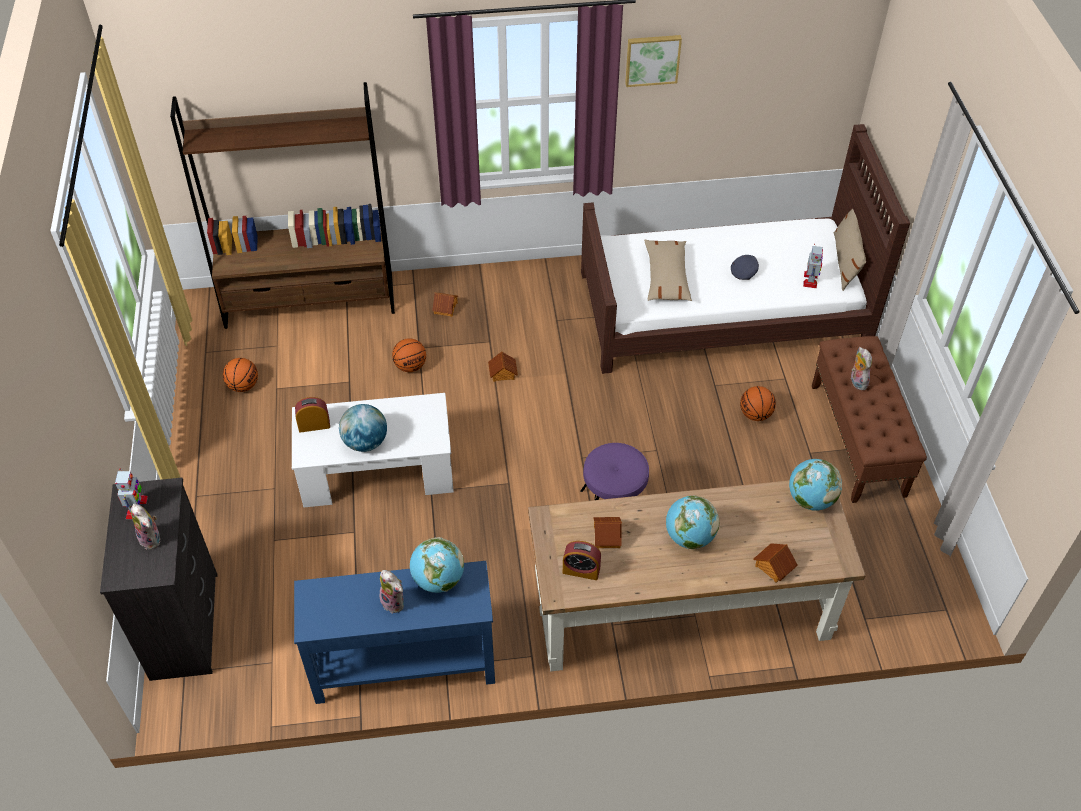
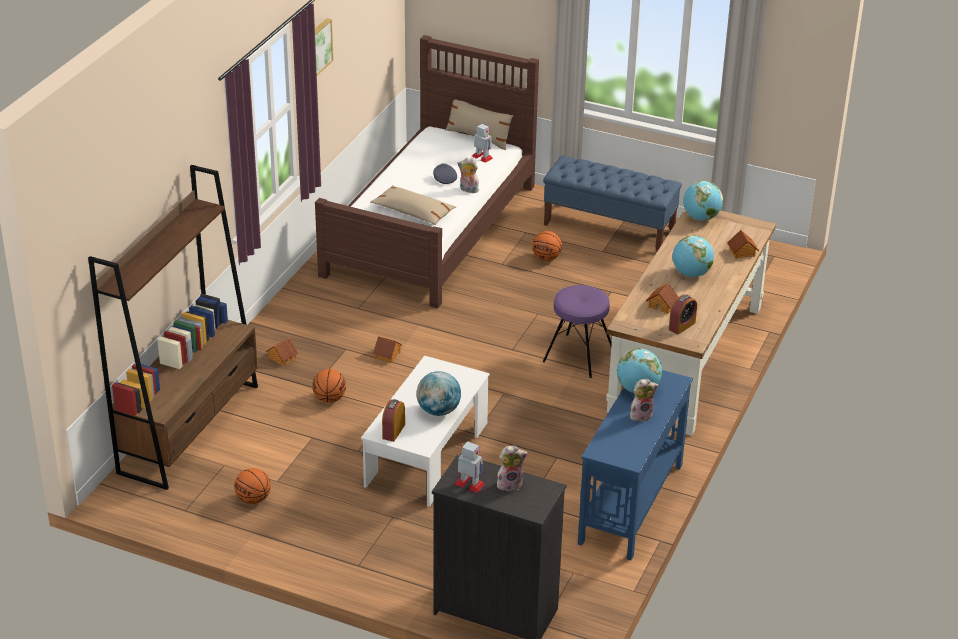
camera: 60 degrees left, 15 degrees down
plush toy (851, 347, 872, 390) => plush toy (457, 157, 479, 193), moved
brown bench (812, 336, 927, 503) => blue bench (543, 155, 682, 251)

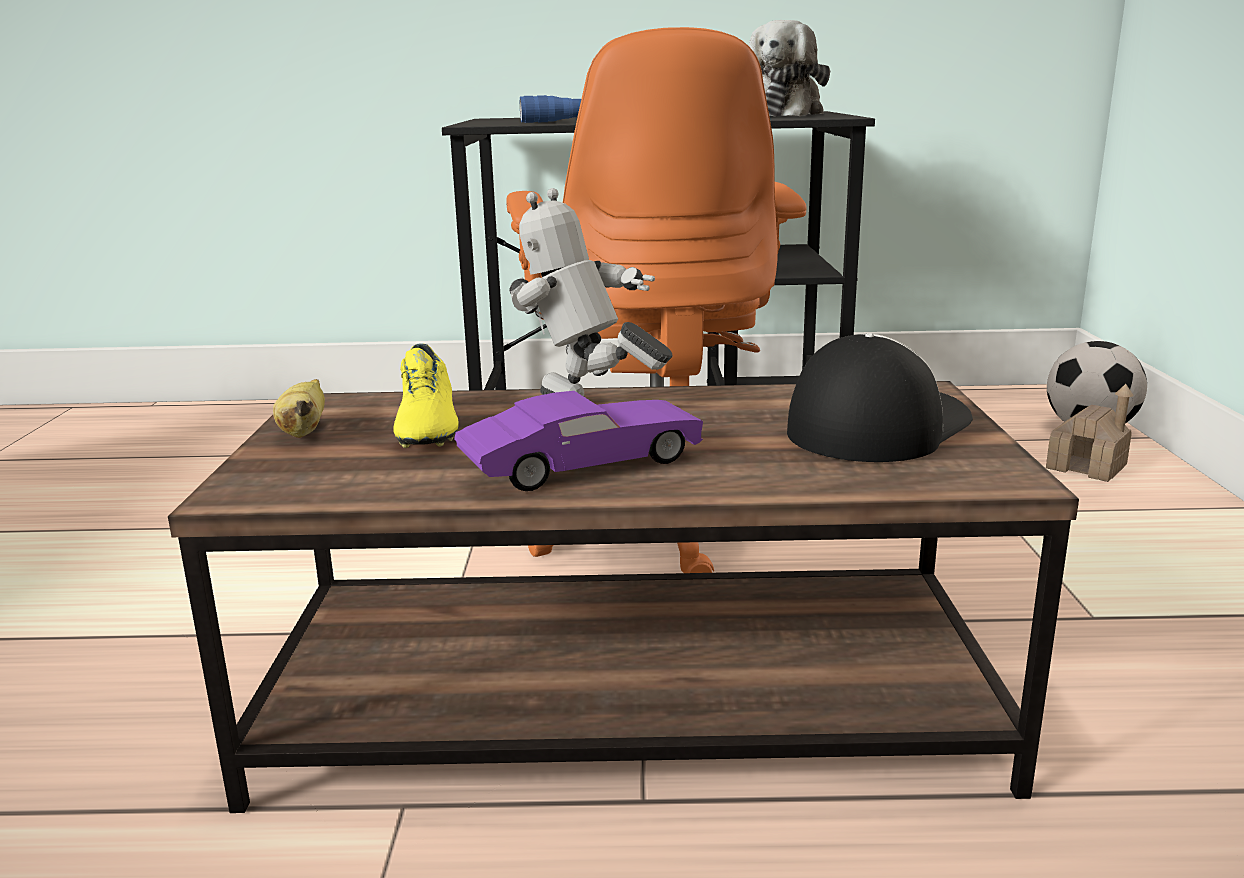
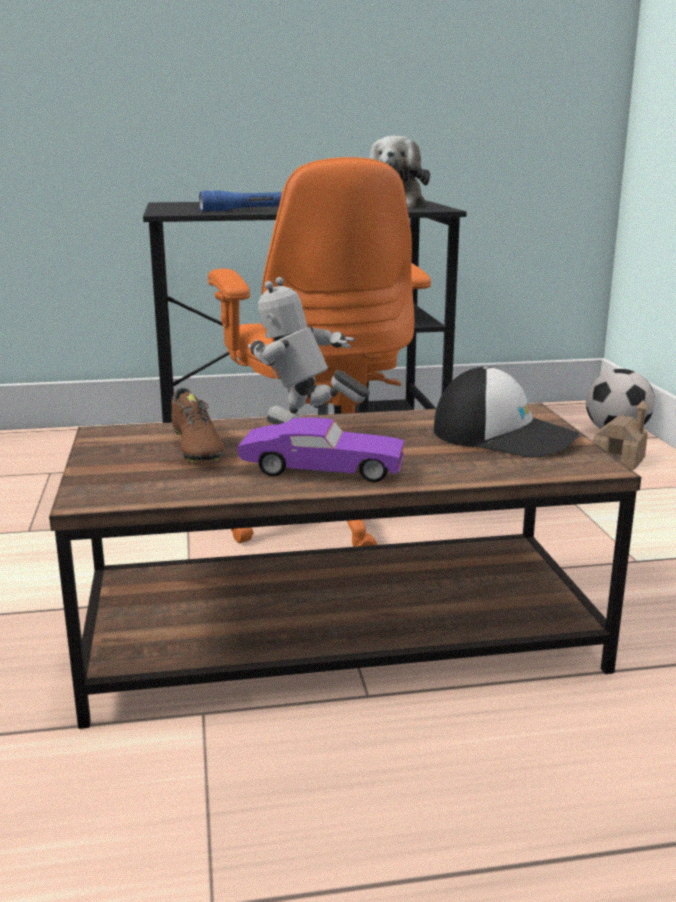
camera: 10 degrees left, 0 degrees up
yellow shoe (393, 343, 459, 448) => brown shoe (171, 388, 225, 463)
purple toy car (454, 391, 703, 491) => purple toy car (237, 418, 404, 482), 45 degrees clockwise
cap (787, 333, 973, 462) => cap (434, 366, 579, 458), 90 degrees clockwise
banana (273, 379, 325, 438) => nothing

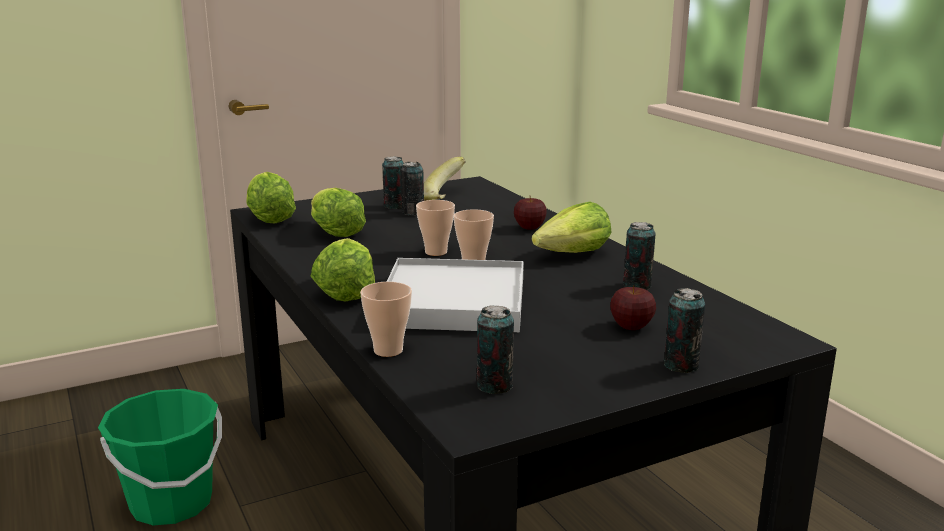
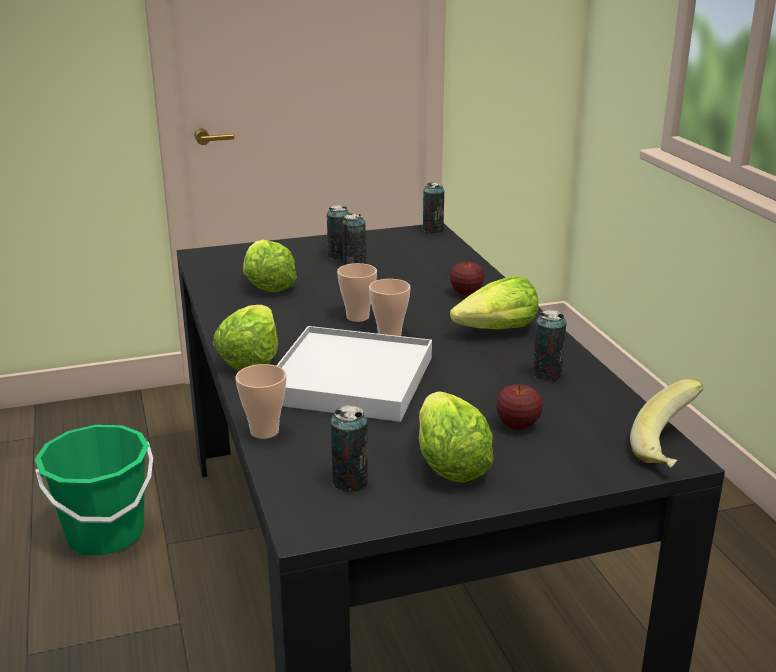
camera: 10 degrees right, 5 degrees up
lettuce (246, 172, 296, 223) => lettuce (419, 392, 494, 482), moved
can (664, 288, 705, 373) => can (423, 182, 444, 234), moved
banana (424, 157, 466, 201) => banana (630, 379, 704, 468), moved

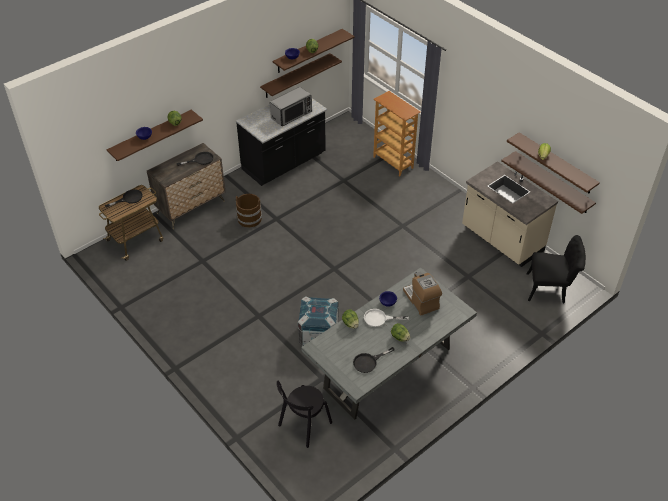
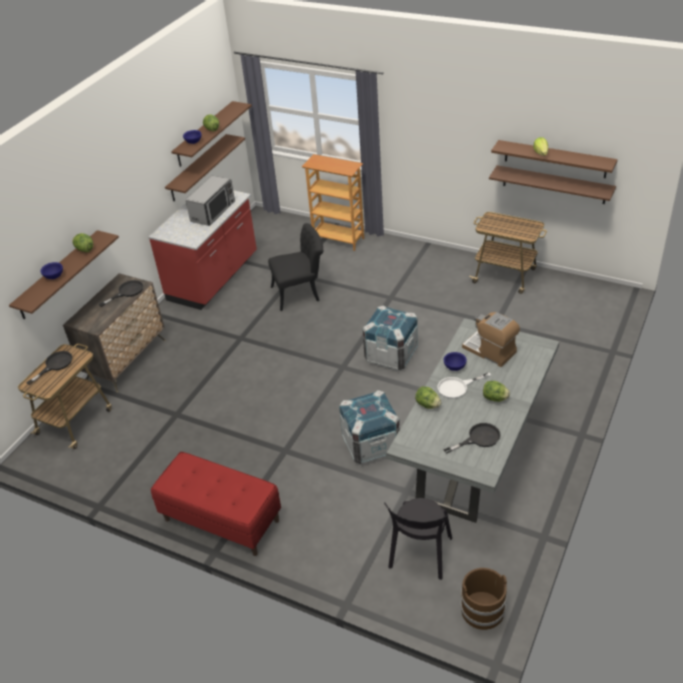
camera: 20 degrees left, 5 degrees down
black counter (236, 98, 327, 186) => red counter (149, 190, 257, 310)
nothing => red bench (151, 452, 281, 556)
black chair (526, 235, 586, 303) => black chair (268, 223, 323, 311), moved
nothing => crate (363, 305, 418, 371)
black frying pan (353, 347, 395, 373) => black frying pan (443, 423, 501, 454), 150 degrees counterclockwise
brown bucket (236, 194, 262, 228) => brown bucket (461, 568, 507, 630), moved
beige counter (462, 161, 558, 267) => cart (469, 212, 547, 294)

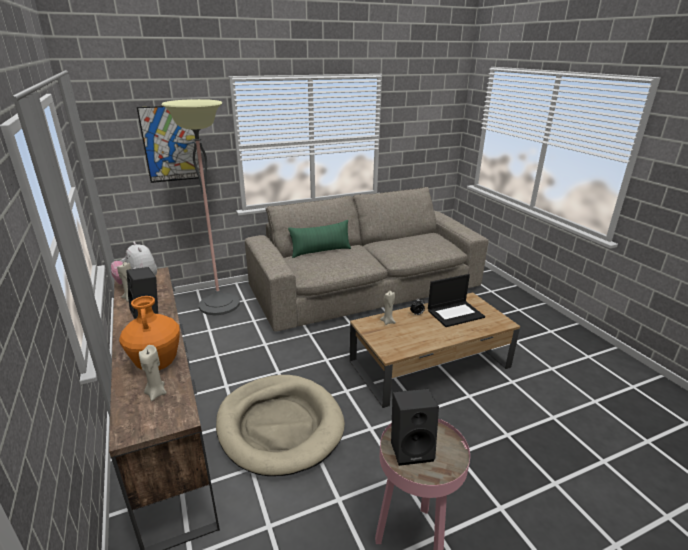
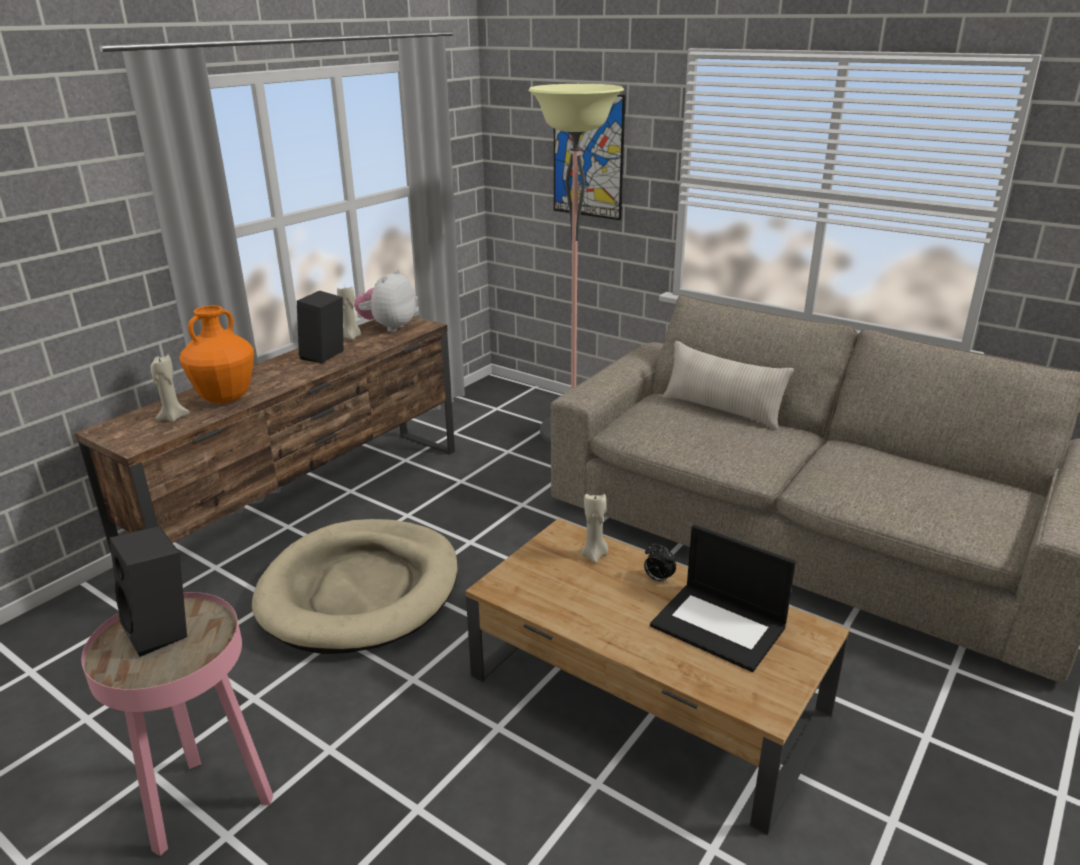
camera: 60 degrees right, 0 degrees up
green pillow (288, 220, 351, 258) => beige pillow (662, 341, 794, 430)

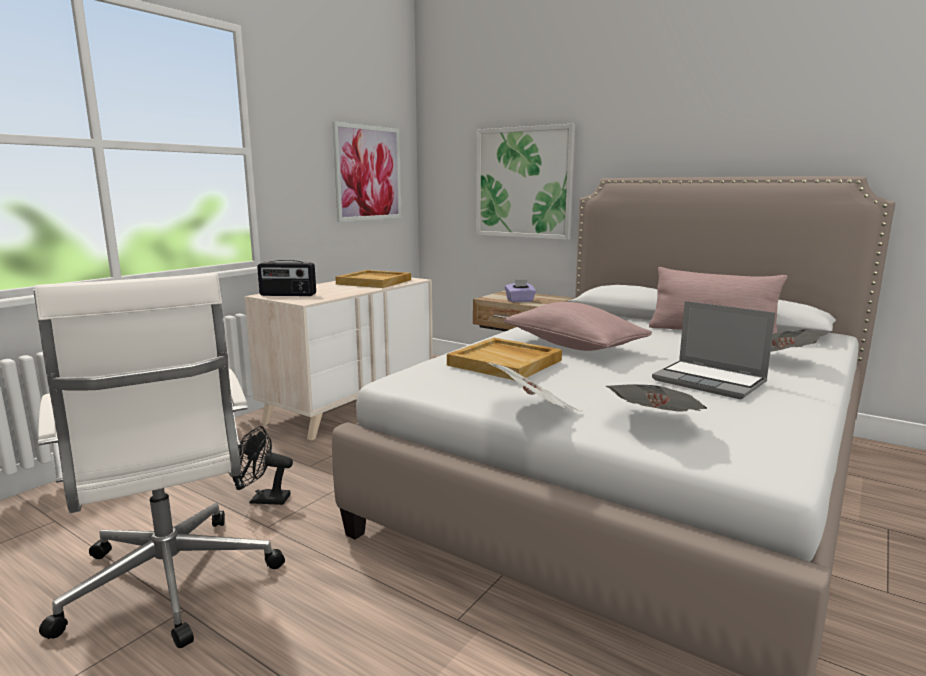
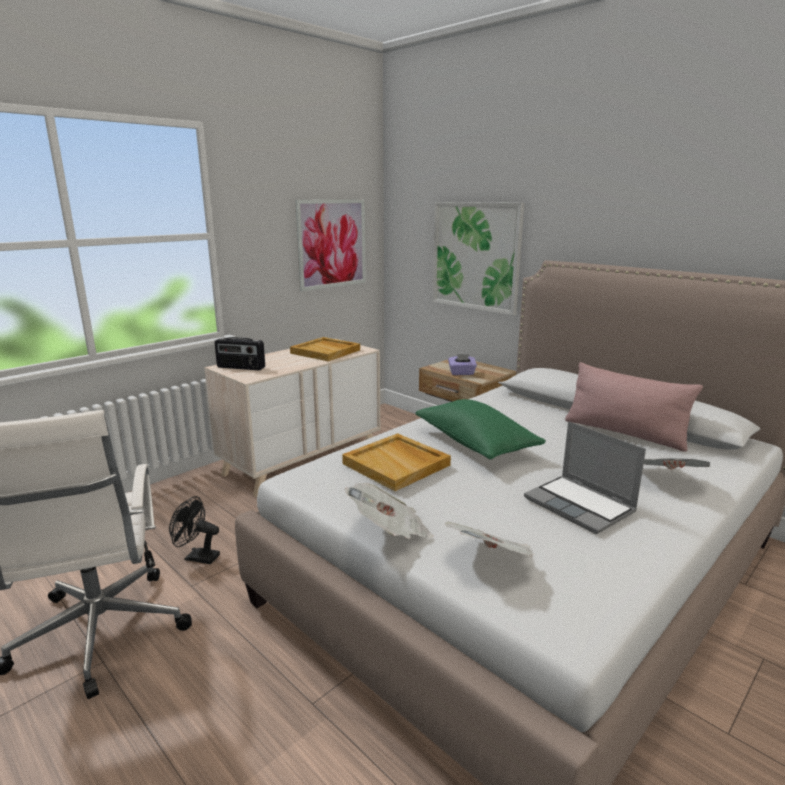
camera: 10 degrees right, 5 degrees up
pink pillow (504, 302, 652, 351) => green pillow (415, 399, 546, 460)

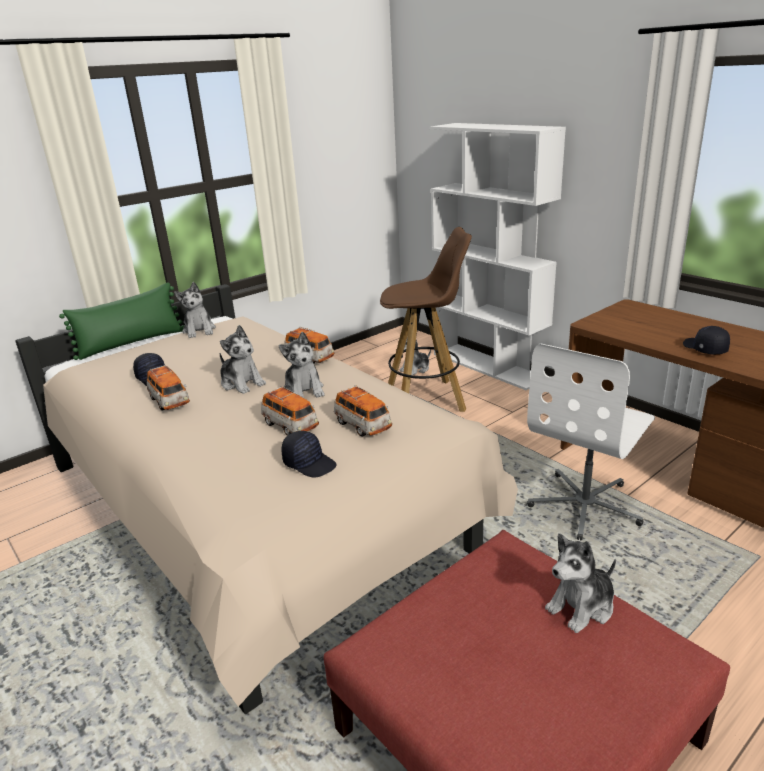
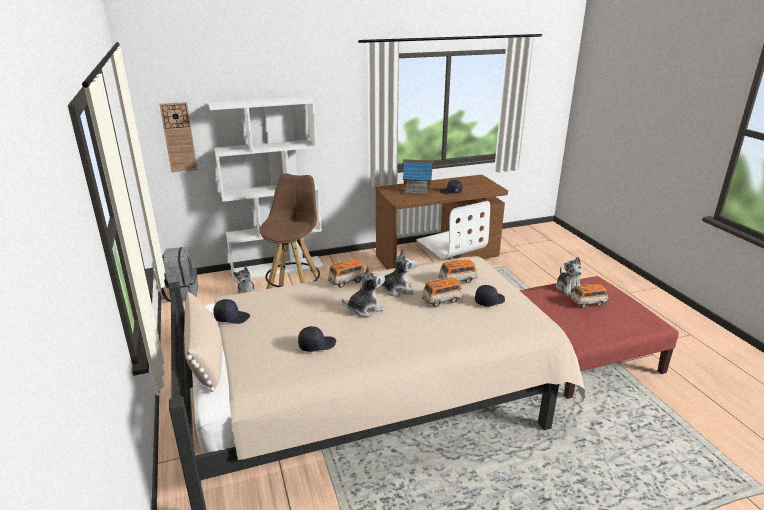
camera: 70 degrees left, 0 degrees up
nothing => grey backpack (156, 247, 198, 302)
nothing => wall clock (159, 102, 198, 172)
green pillow (59, 282, 185, 360) => beige pillow (184, 292, 222, 392)
plush toy (174, 282, 216, 338) => black cap (213, 299, 250, 324)
nothing => toy house (400, 159, 433, 195)
toy car (147, 365, 190, 411) => toy car (570, 284, 608, 308), moved

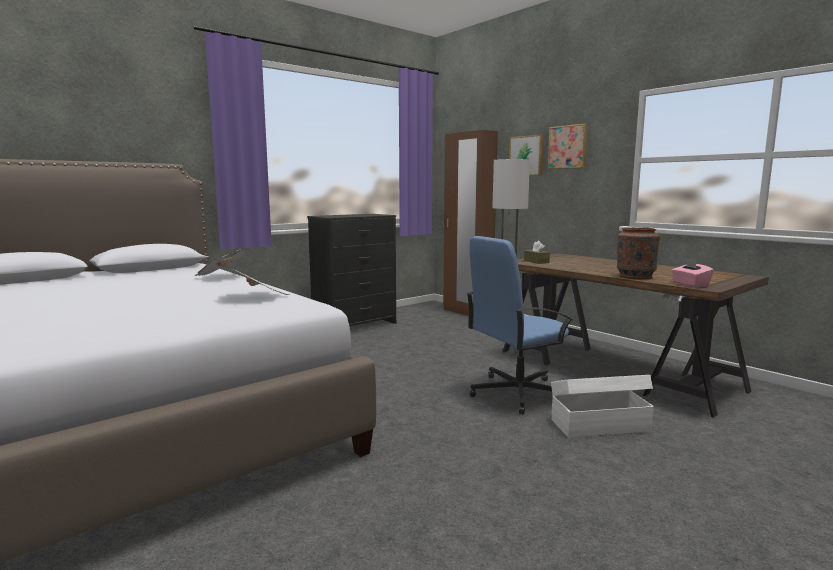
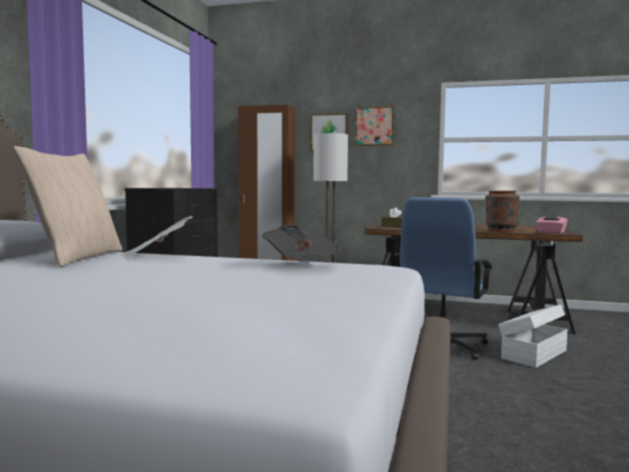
camera: 35 degrees left, 5 degrees down
nothing => beige pillow (13, 146, 122, 267)

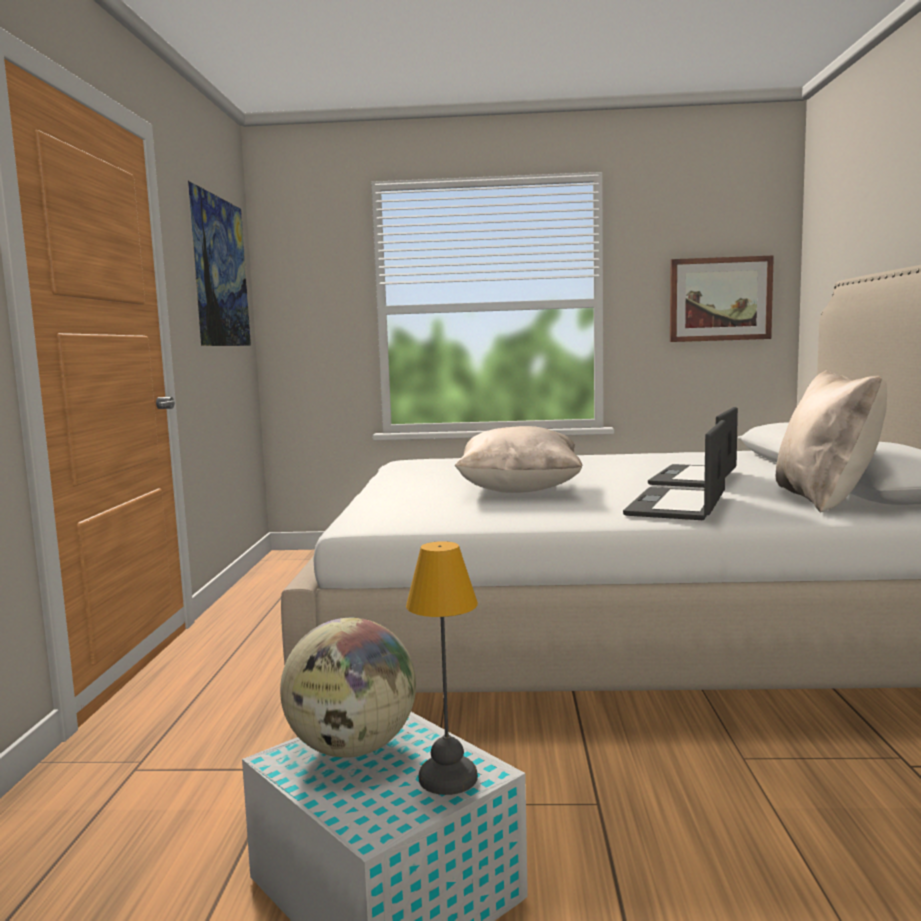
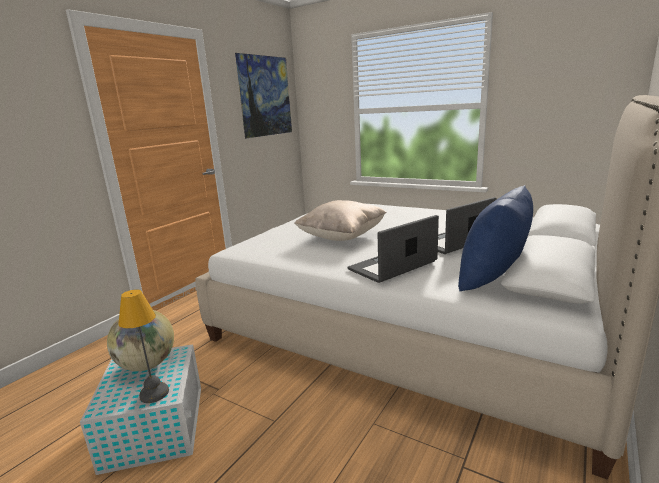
camera: 30 degrees right, 10 degrees up
beige pillow (776, 370, 887, 513) => blue pillow (458, 185, 533, 291)
picture (670, 255, 774, 342) => nothing

